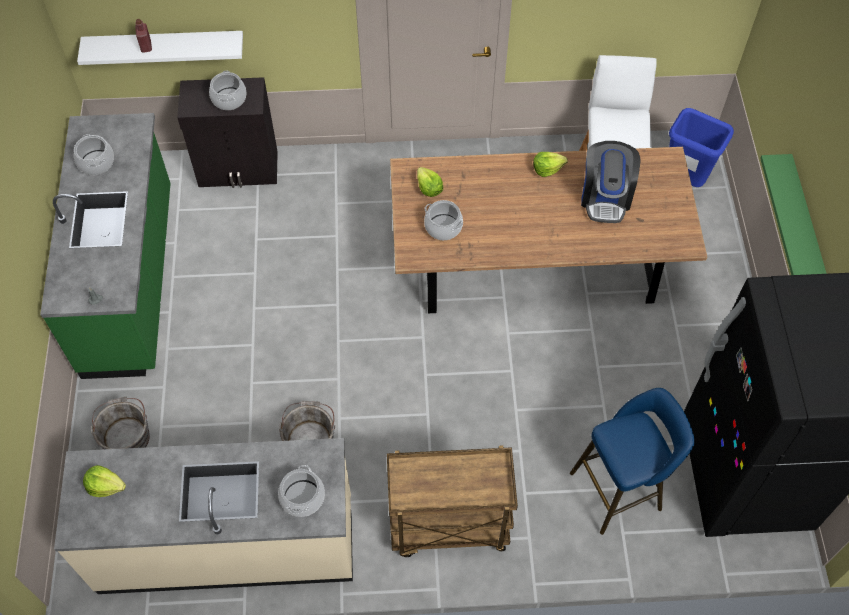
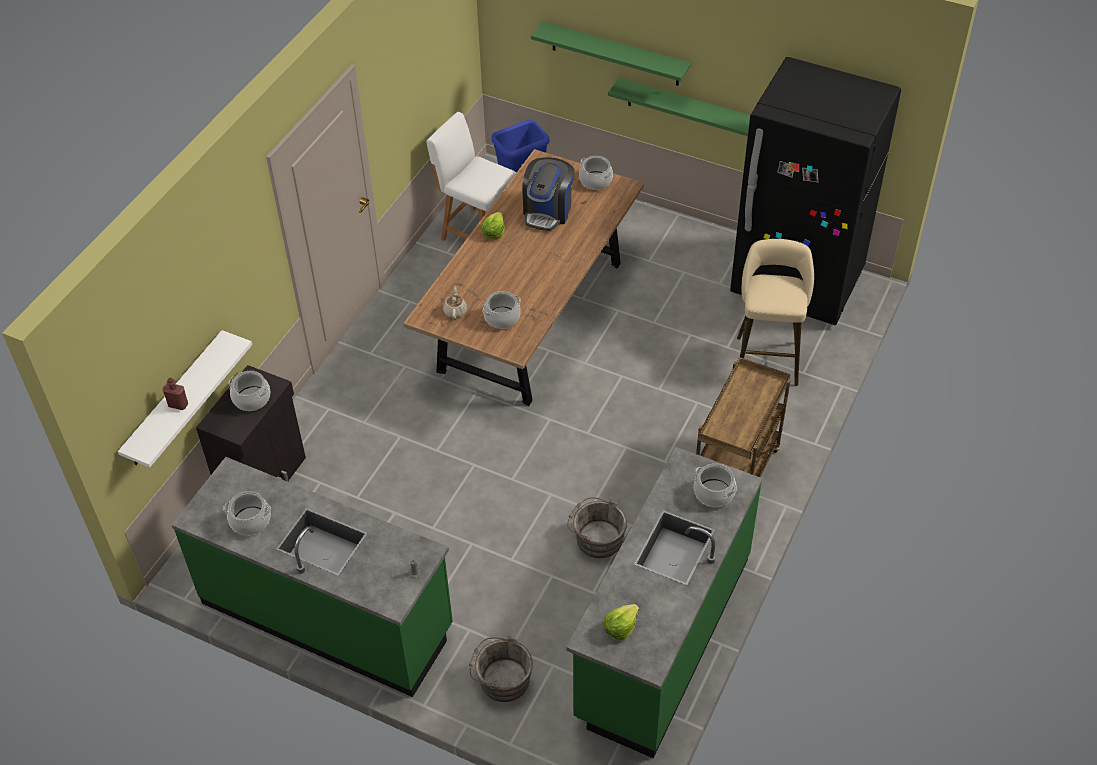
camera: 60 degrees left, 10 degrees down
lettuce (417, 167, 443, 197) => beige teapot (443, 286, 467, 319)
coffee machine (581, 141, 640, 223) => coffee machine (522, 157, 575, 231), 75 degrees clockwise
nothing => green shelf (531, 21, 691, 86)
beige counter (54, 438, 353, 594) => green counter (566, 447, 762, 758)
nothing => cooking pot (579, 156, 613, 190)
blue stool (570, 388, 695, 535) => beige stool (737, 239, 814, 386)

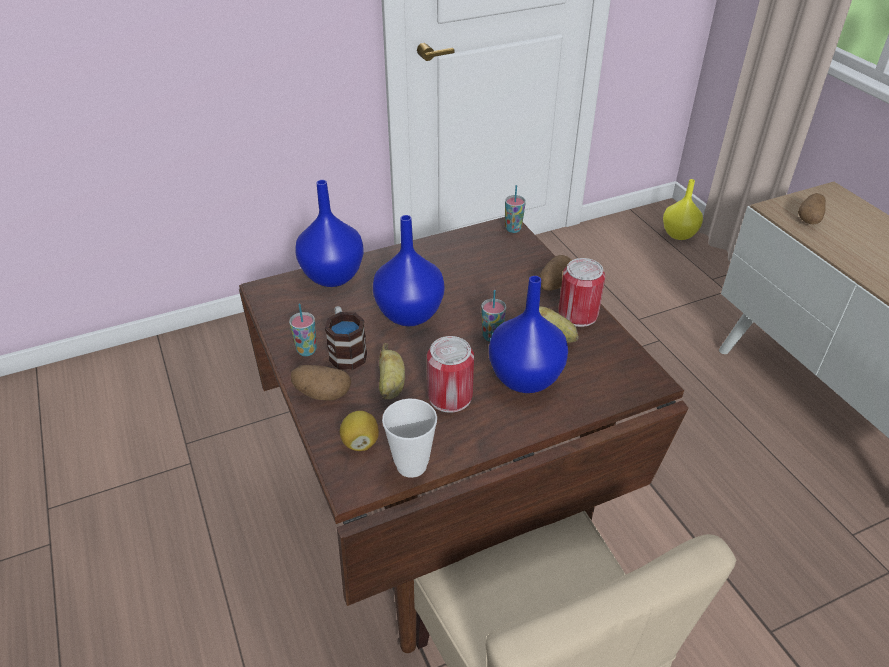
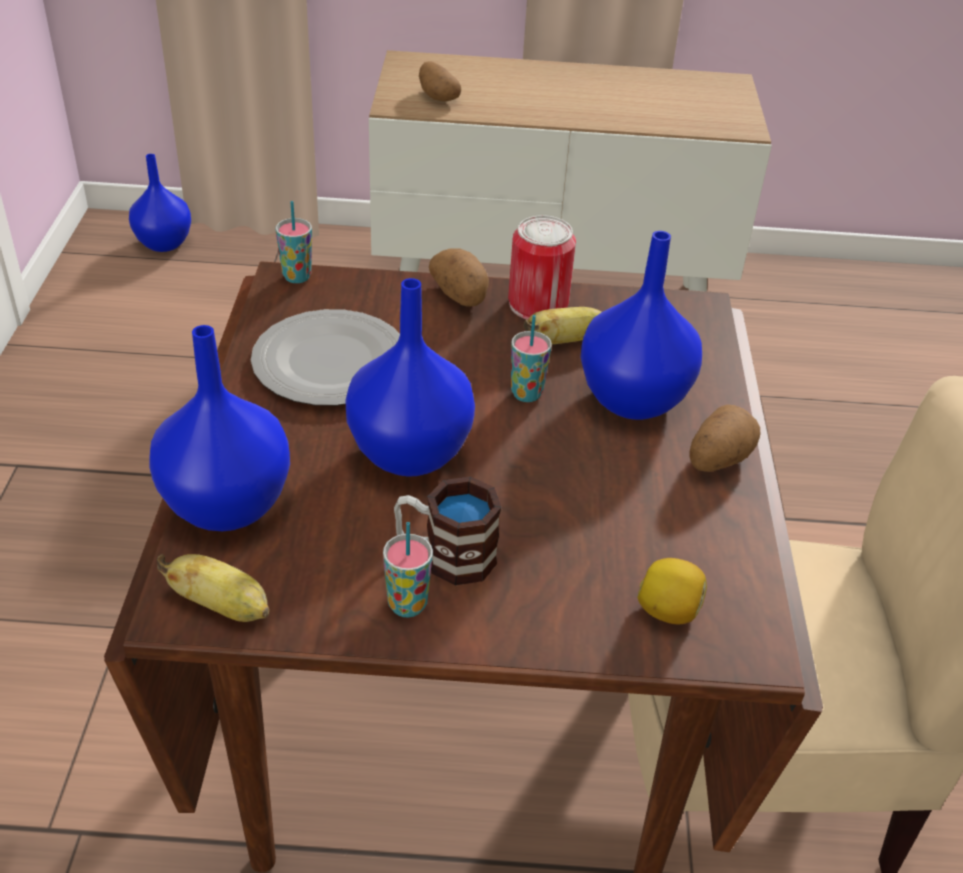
camera: 65 degrees left, 0 degrees up
yellow vase (663, 179, 703, 240) => blue vase (129, 154, 191, 252)
banana (379, 343, 405, 399) => banana (157, 554, 269, 622), moved
nothing => plate (251, 309, 400, 406)
potato (291, 365, 351, 401) => potato (689, 404, 760, 472), moved
cup (382, 399, 437, 478) => nothing
can (427, 336, 474, 413) => nothing

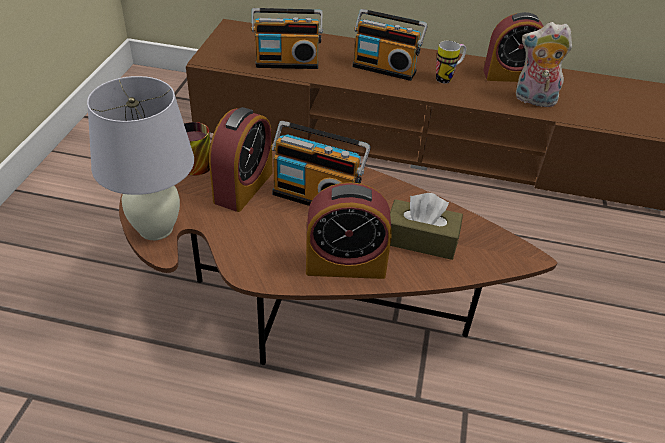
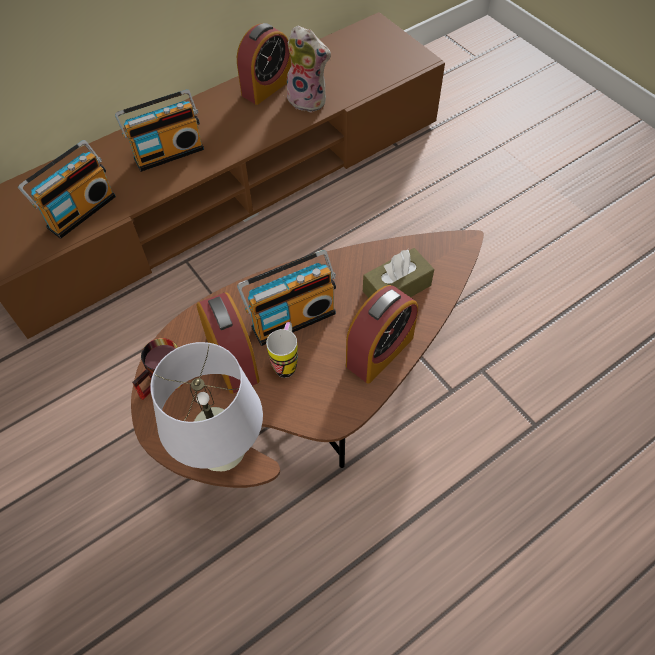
camera: 45 degrees left, 15 degrees up
mug (436, 41, 466, 83) => mug (266, 322, 298, 378), moved
plush toy (516, 22, 572, 107) => plush toy (287, 26, 331, 112), 120 degrees counterclockwise

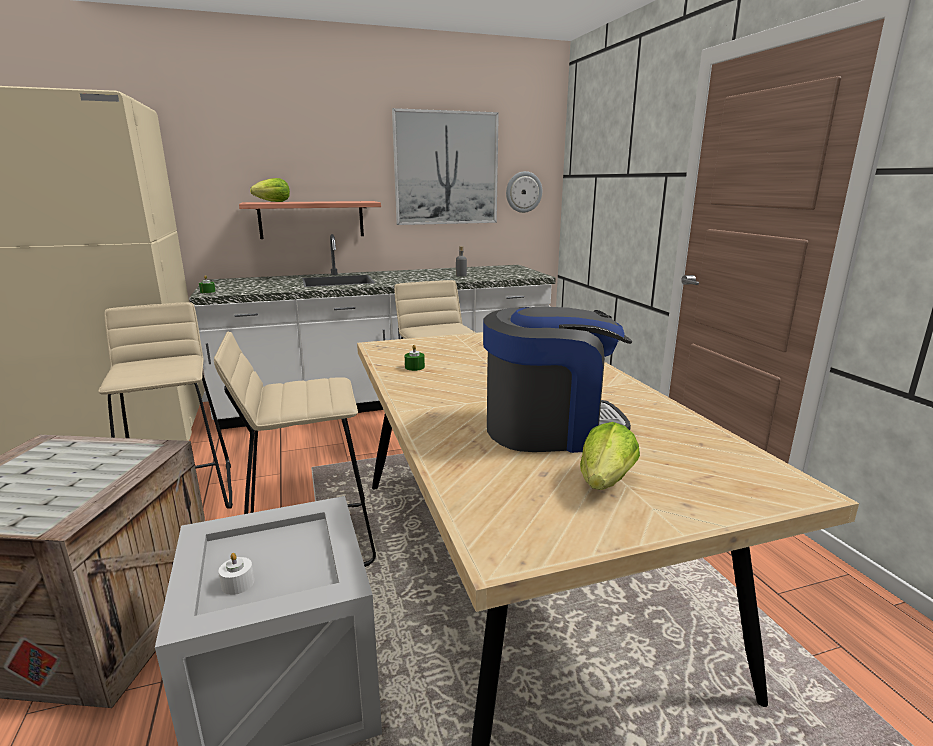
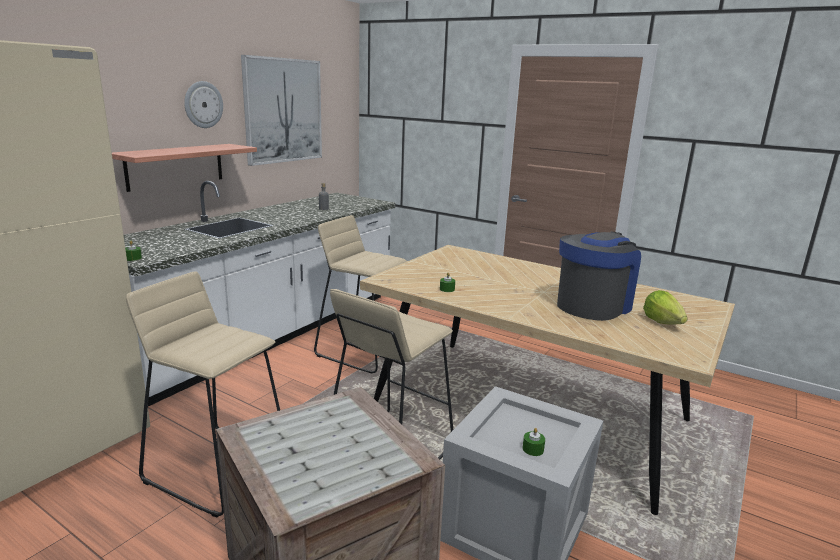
camera: 40 degrees left, 0 degrees up
wall clock (506, 171, 542, 213) => wall clock (184, 81, 223, 128), moved
white candle (218, 553, 254, 595) => green candle (523, 428, 545, 456)
lettuce (250, 178, 290, 202) => nothing

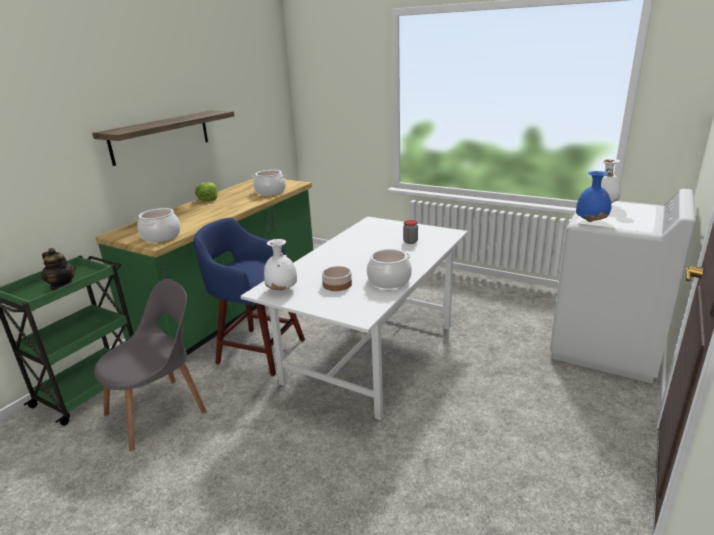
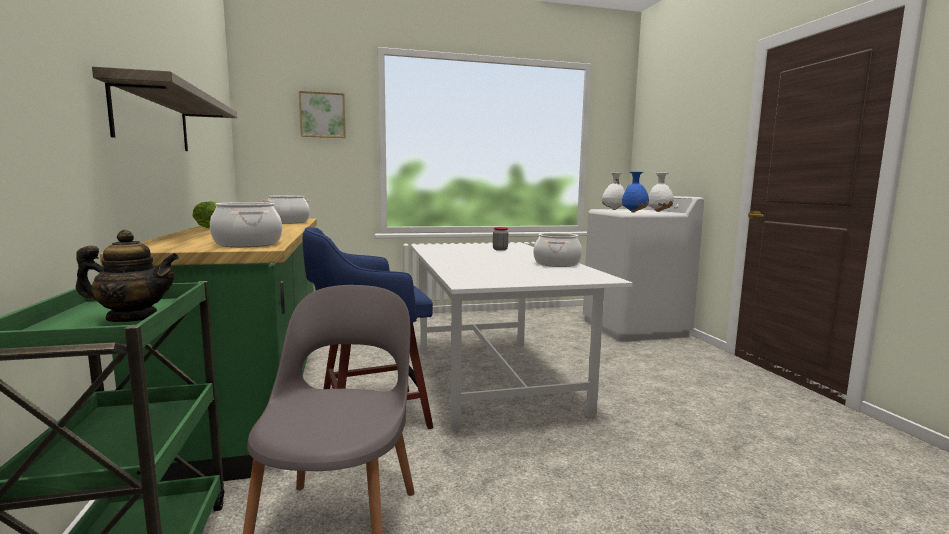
camera: 45 degrees left, 15 degrees down
nothing => picture (299, 91, 346, 138)
white vase (264, 239, 297, 290) => white vase (648, 173, 674, 212), moved
bowl (322, 266, 352, 291) => nothing

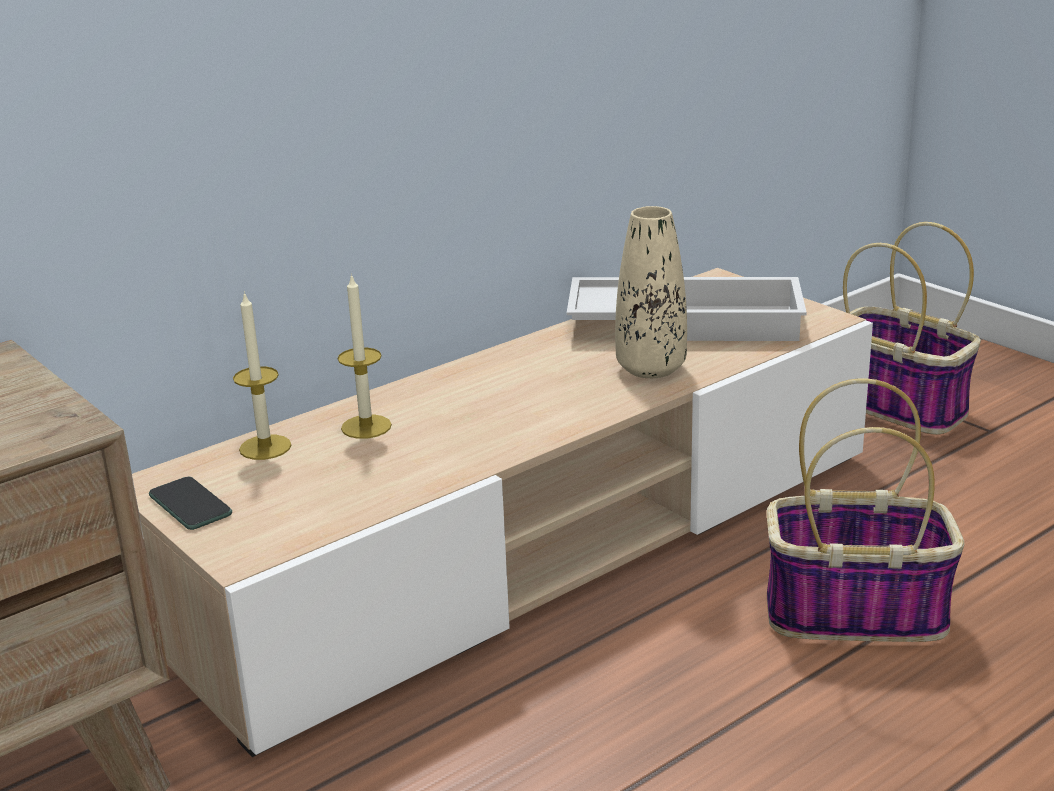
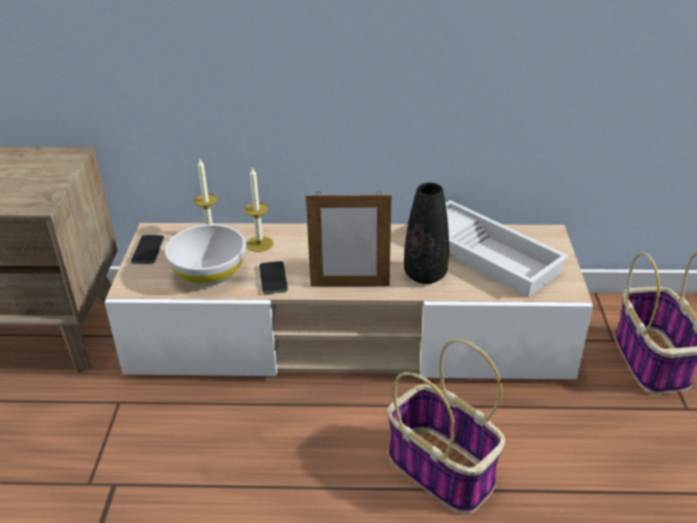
camera: 40 degrees right, 10 degrees up
nothing => white bowl (165, 224, 246, 286)
nothing => phone (259, 261, 288, 294)
nothing => picture frame (306, 191, 391, 286)
beige vase (615, 206, 687, 378) => black vase (404, 182, 449, 284)

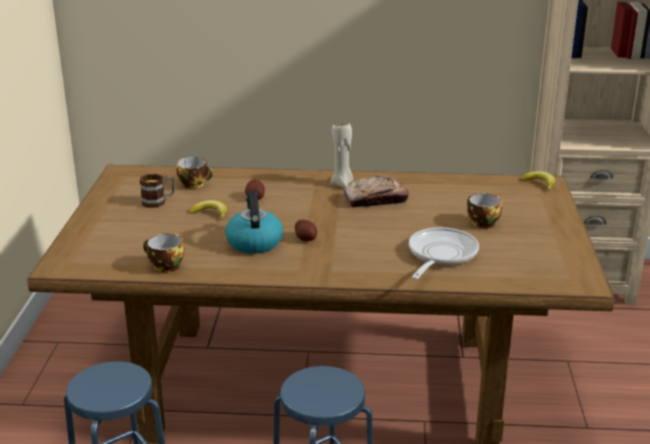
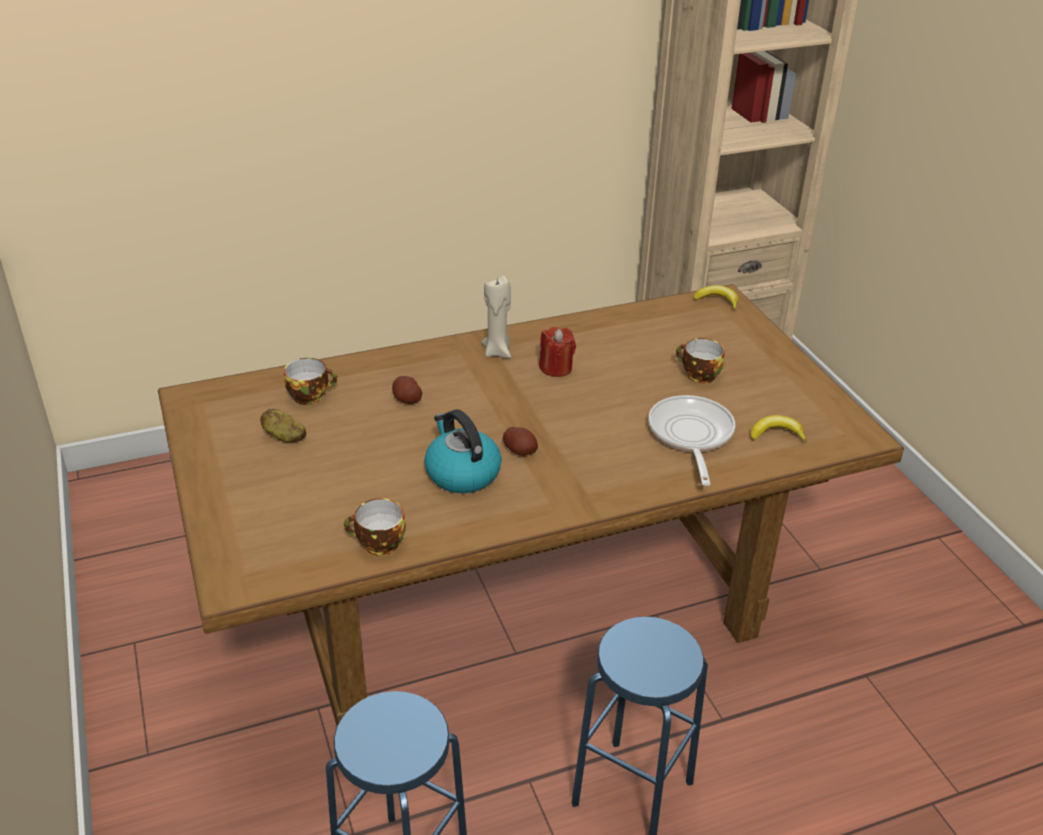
camera: 25 degrees left, 10 degrees up
mug (140, 174, 174, 208) => potato (260, 409, 306, 442)
bread (343, 175, 409, 207) => red candle (539, 327, 576, 377)
banana (190, 200, 227, 220) => banana (750, 415, 807, 443), moved

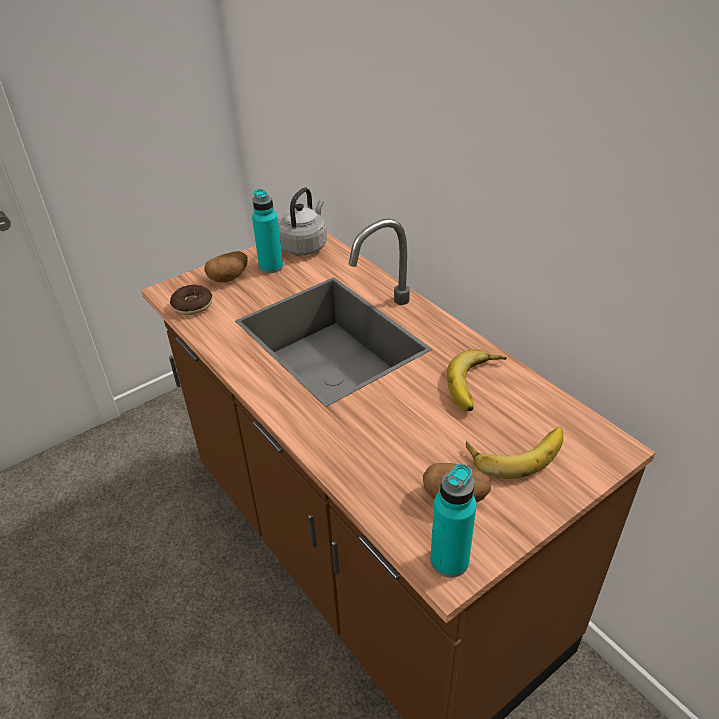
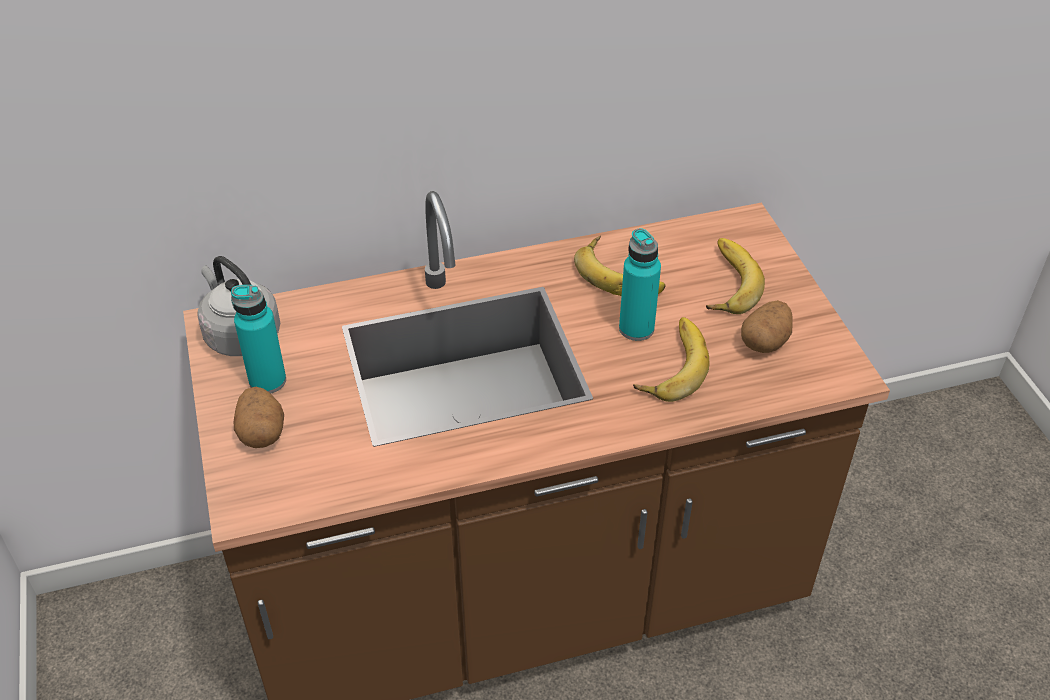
camera: 70 degrees left, 5 degrees up
turquoise bottle (430, 464, 476, 578) => turquoise bottle (619, 228, 661, 341), moved
nothing => banana (633, 317, 710, 402)
donut (170, 285, 213, 315) => nothing

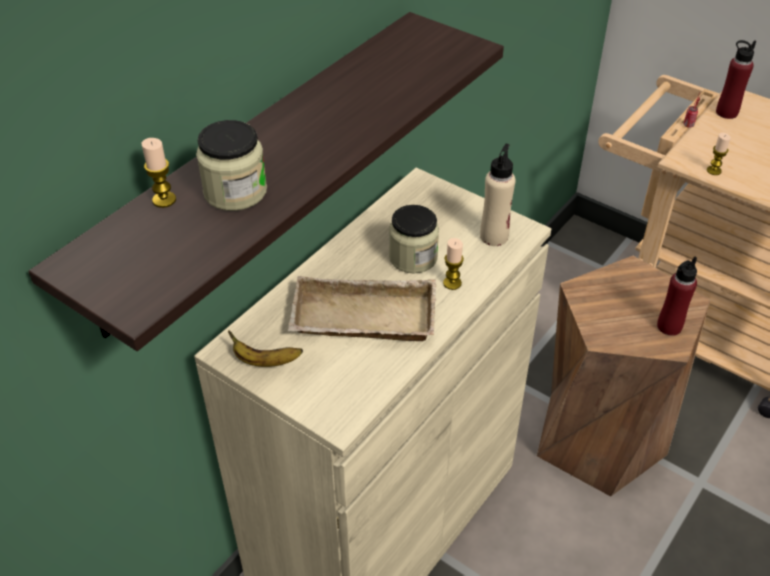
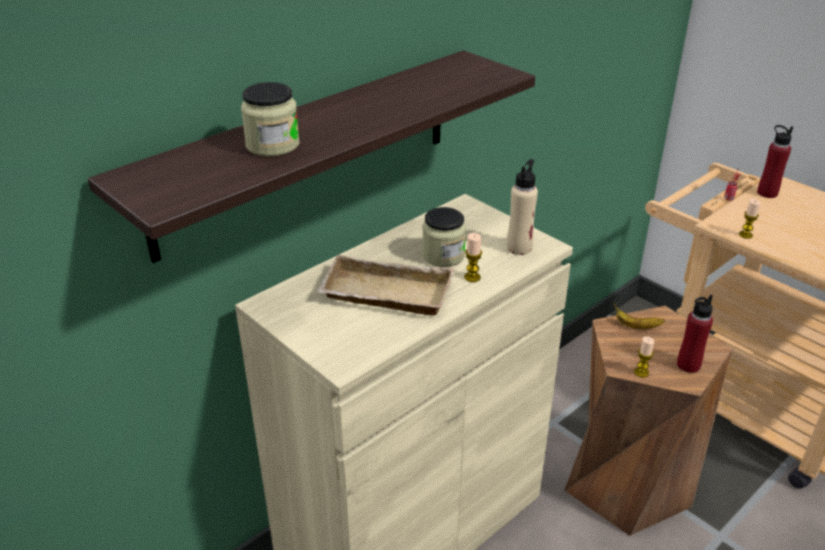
camera: 10 degrees right, 10 degrees down
banana (228, 330, 303, 367) => banana (614, 303, 665, 329), moved
candle (142, 138, 176, 208) => candle (634, 336, 655, 378), moved

